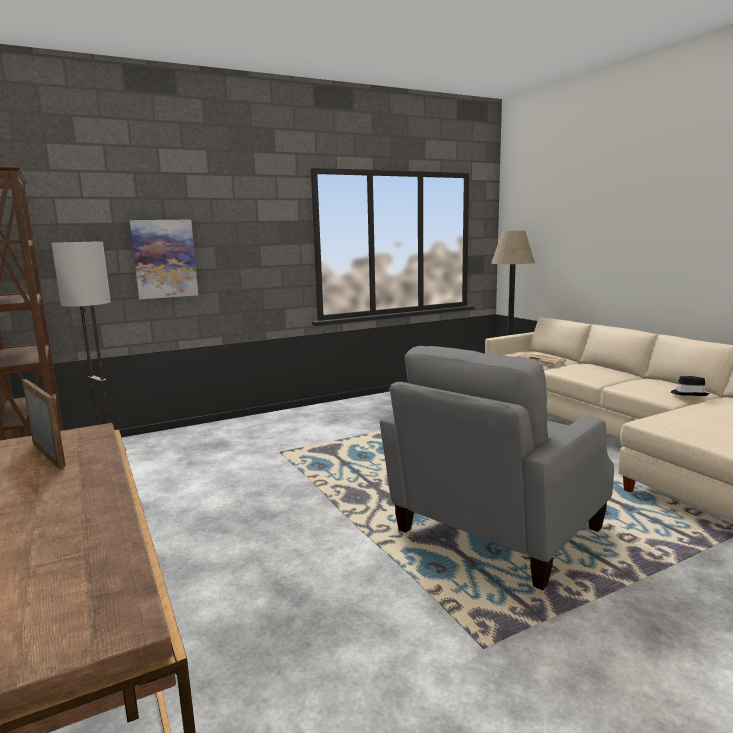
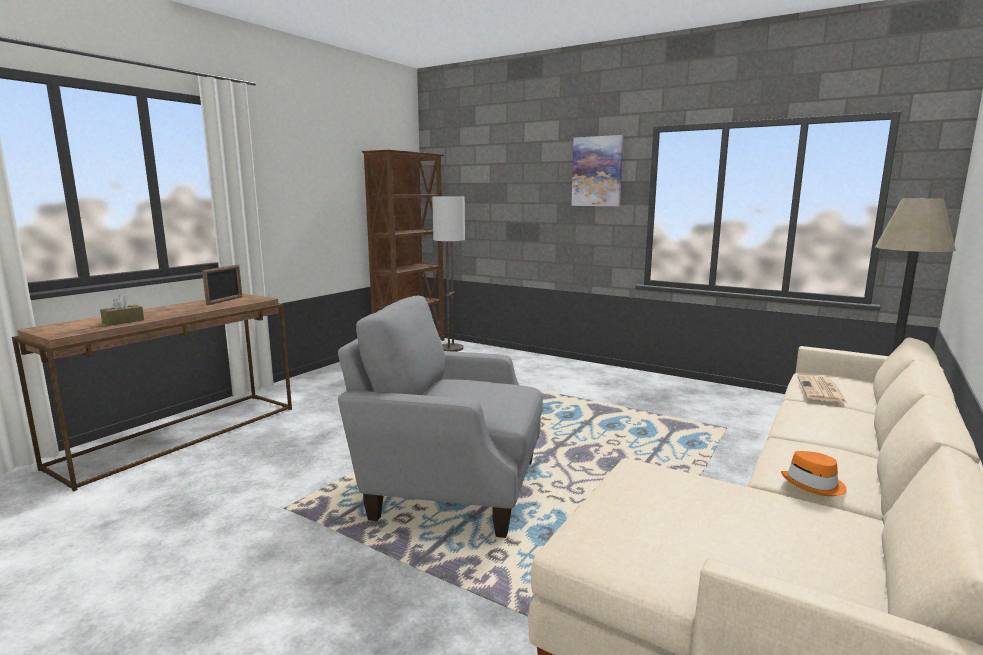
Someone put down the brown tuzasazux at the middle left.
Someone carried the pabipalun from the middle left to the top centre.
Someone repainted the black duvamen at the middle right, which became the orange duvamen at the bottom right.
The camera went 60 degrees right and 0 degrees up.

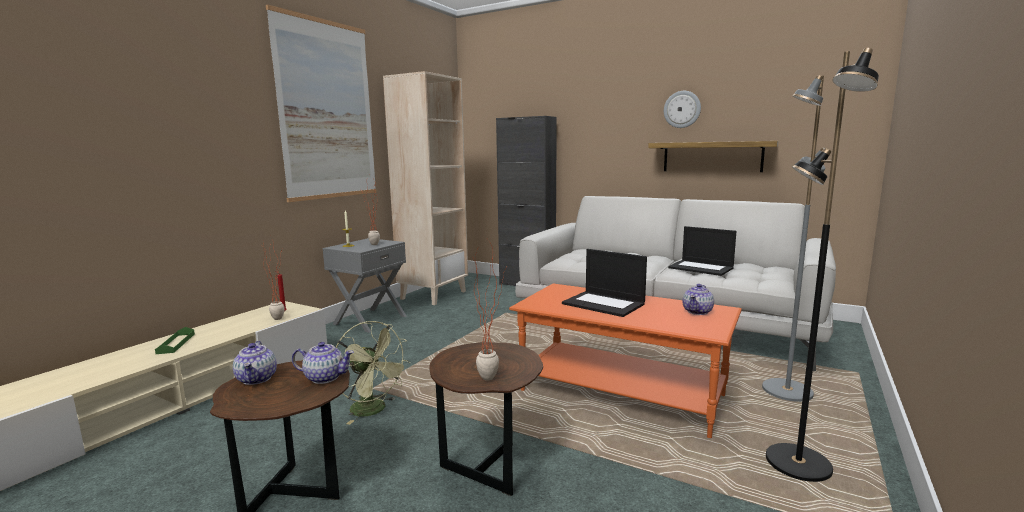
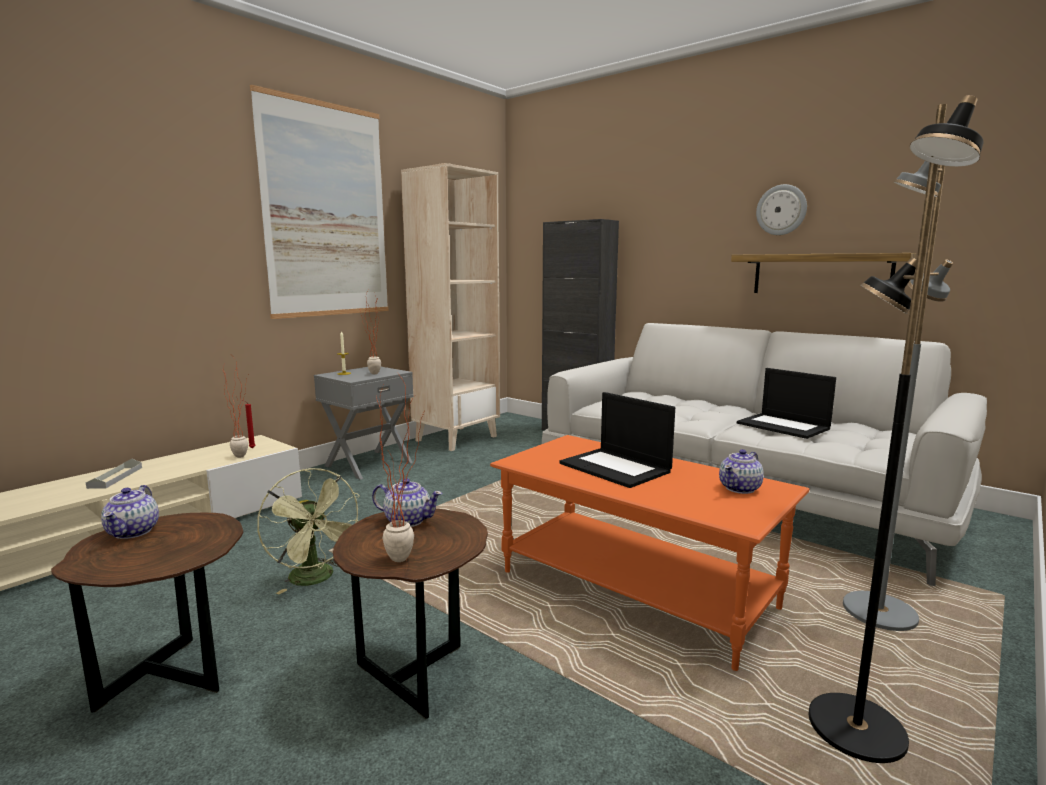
Someone repainted the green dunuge at the middle left, which became the grey dunuge at the middle left.
Someone carried the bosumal (2nd from left) from the bottom left to the centre.
The camera went 10 degrees right and 0 degrees up.

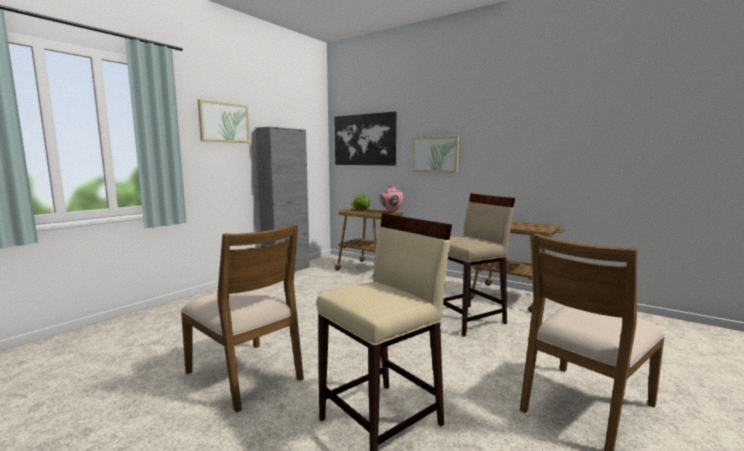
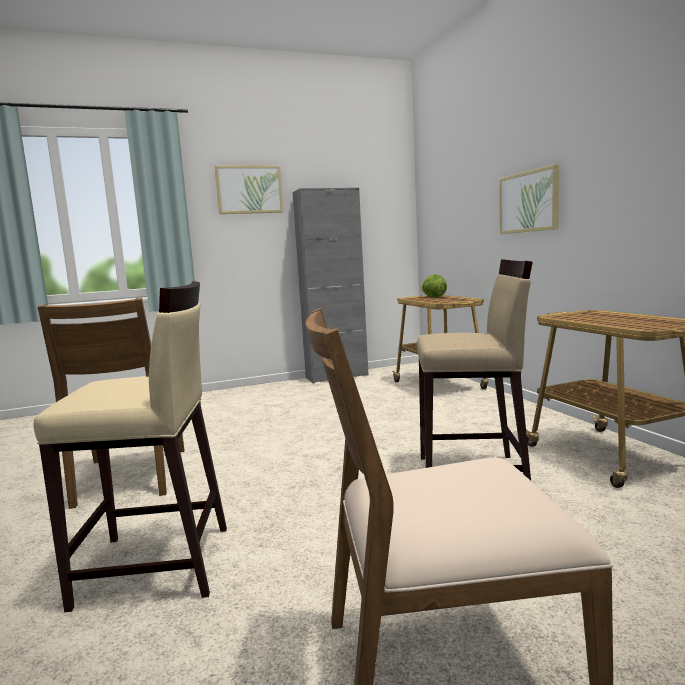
Someone took away the pabipalun (2nd from left) at the top centre.
Someone took away the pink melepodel at the centre.
The camera went 35 degrees right and 0 degrees up.

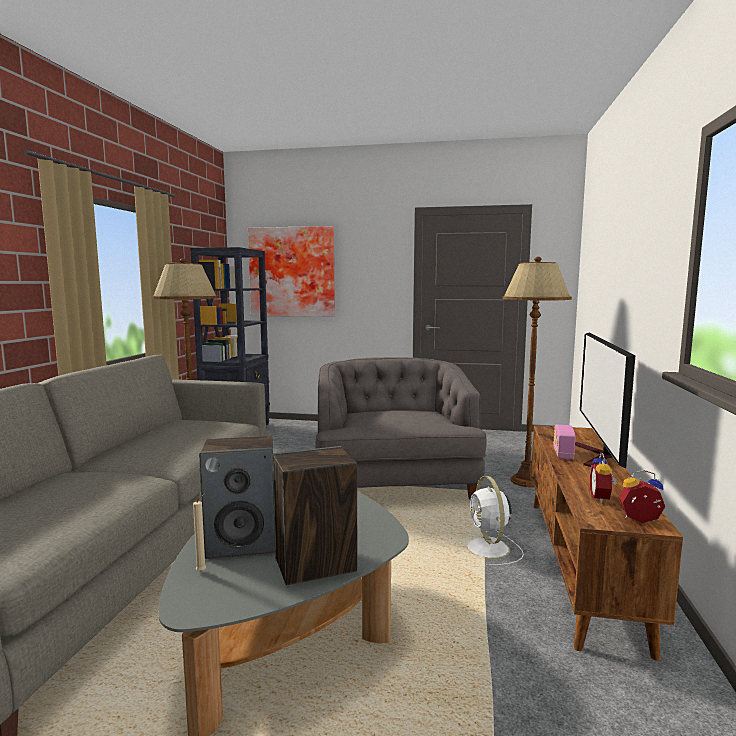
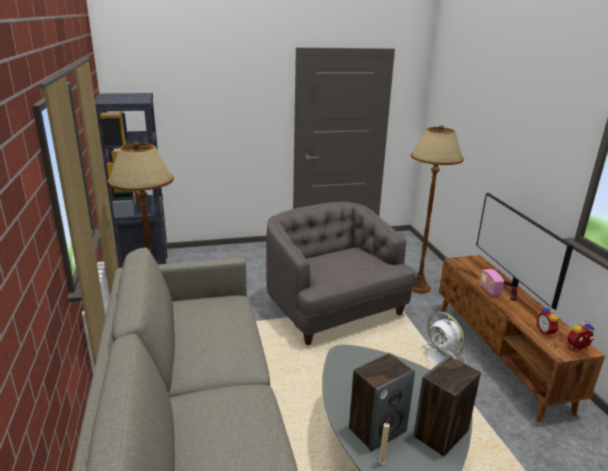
Someone took away the pabipalun at the centre.
The camera went 25 degrees left and 15 degrees up.

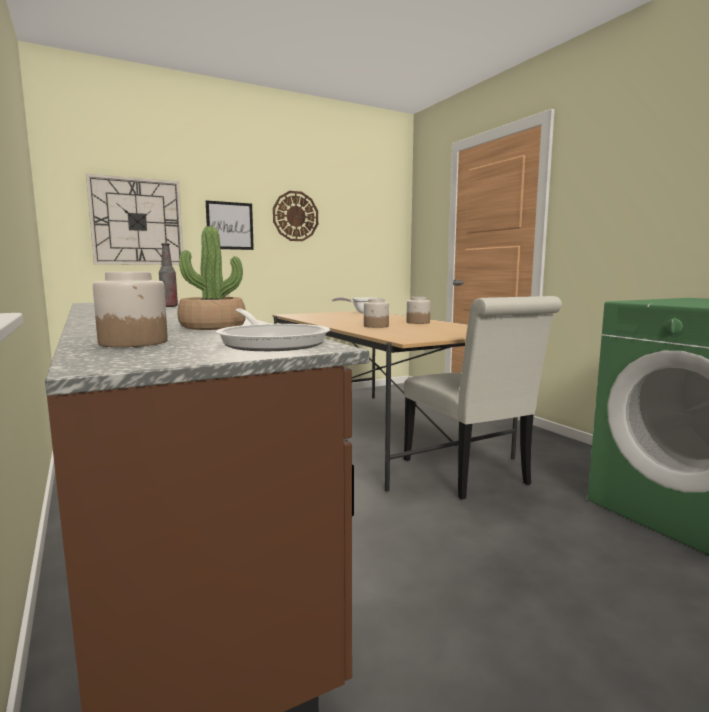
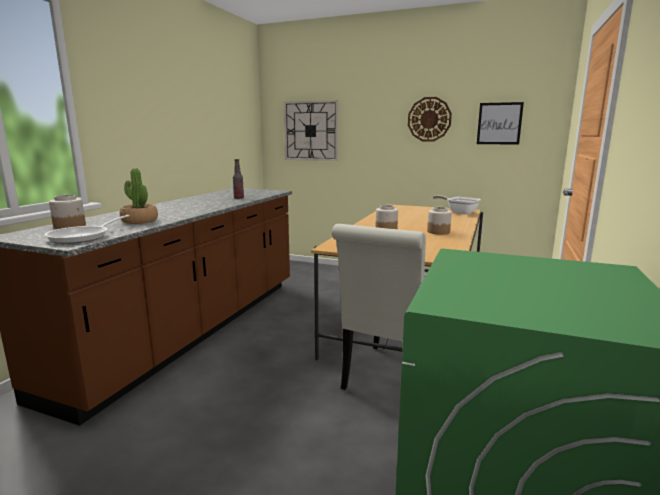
Someone carried the pabipalun from the top left to the top right.
The camera went 50 degrees right and 5 degrees up.

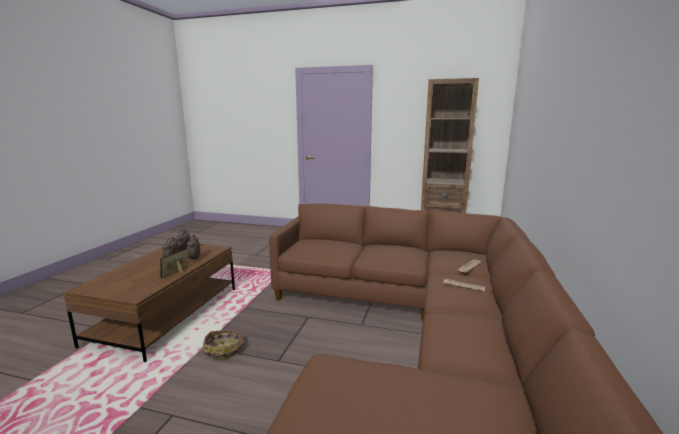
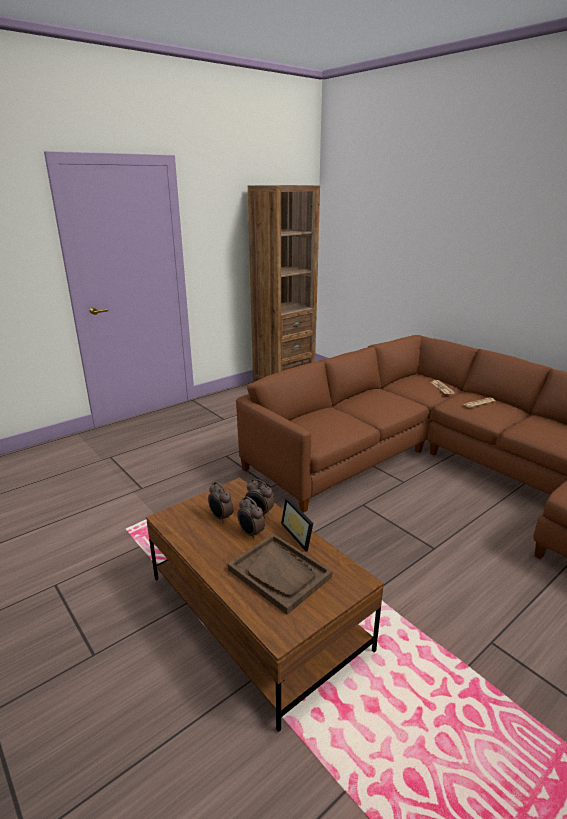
Someone put down the brown dunuge at the bottom centre.
Someone took away the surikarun at the bottom left.
The camera went 55 degrees left and 10 degrees up.

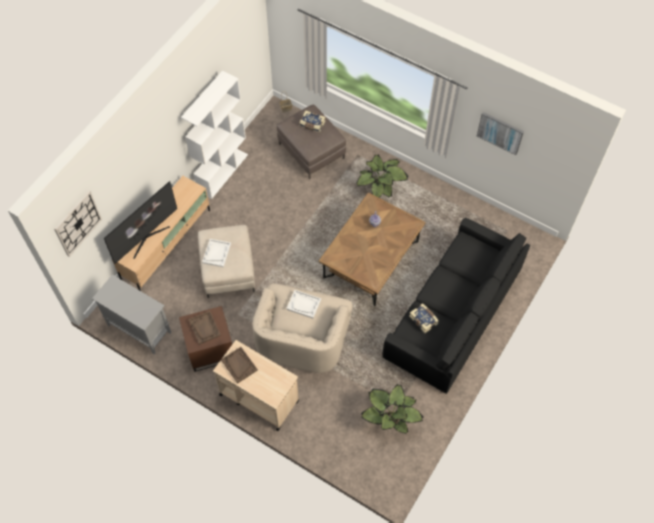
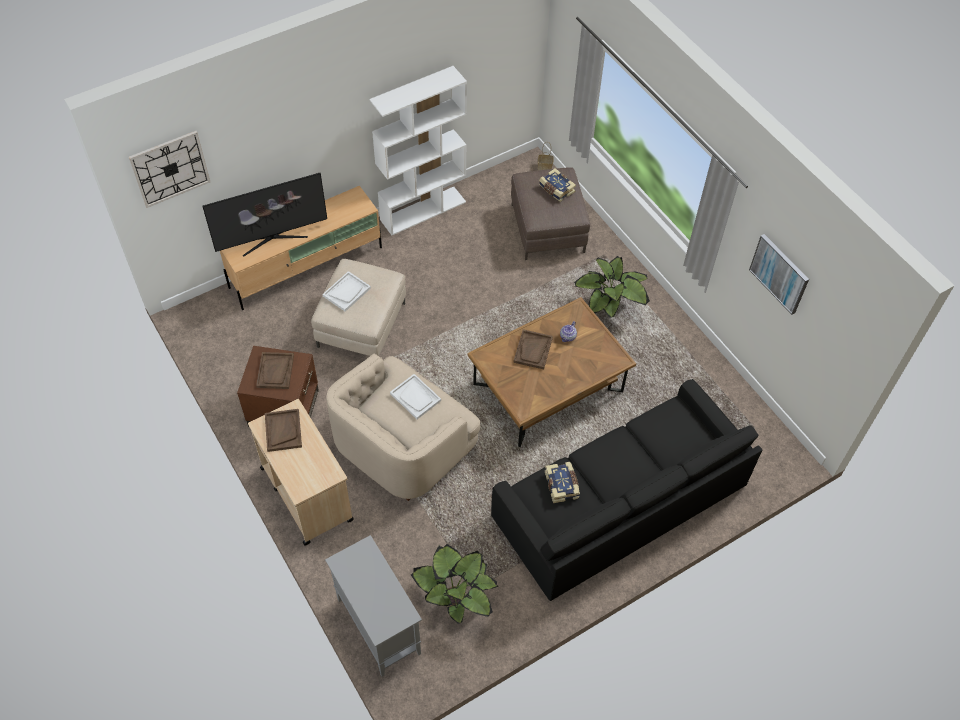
Someone carried the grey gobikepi from the middle left to the bottom centre.
Someone put down the brown dunuge (3rd from left) at the centre.
The camera went 25 degrees right and 5 degrees down.

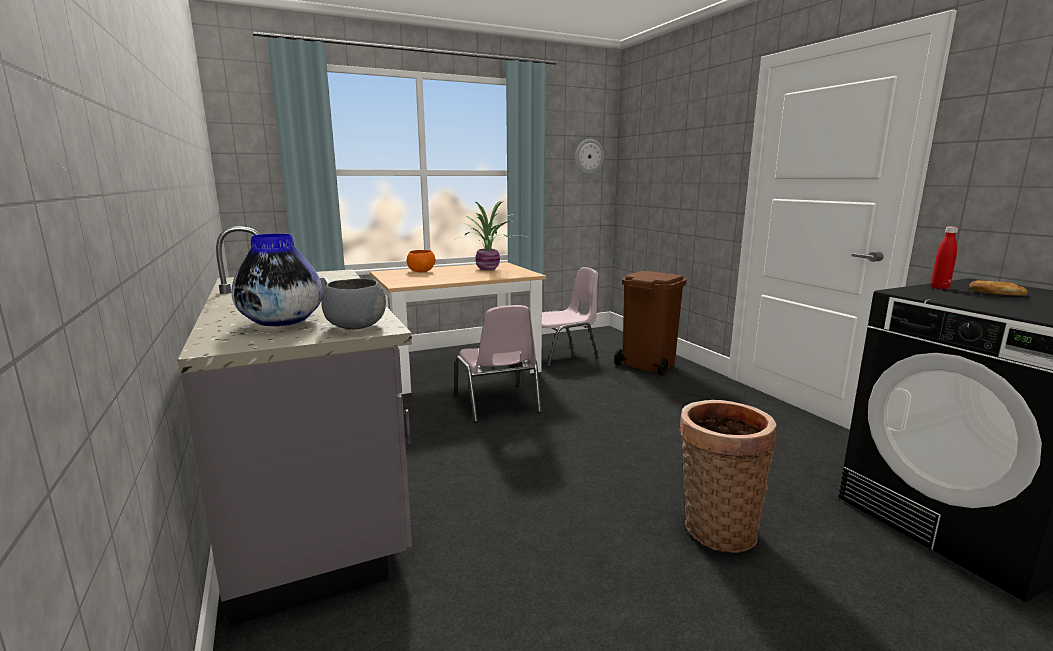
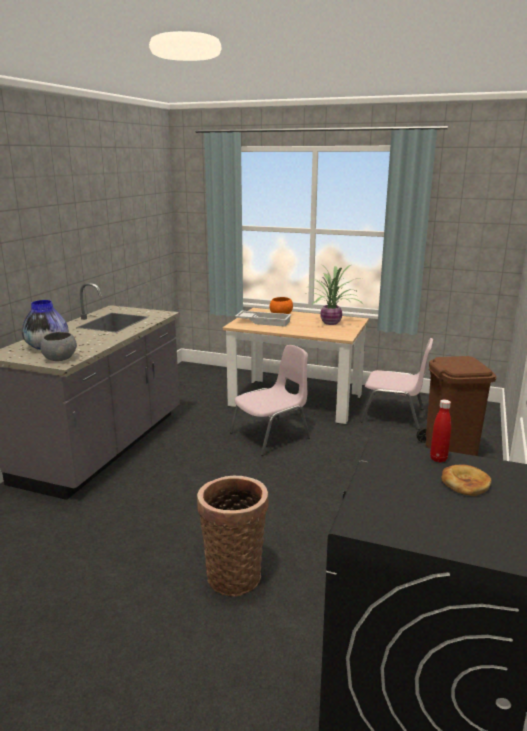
Someone rotated the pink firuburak (1st from left) at the centre by 150 degrees counterclockwise.
Someone put down the white dunuge at the centre.
Someone took away the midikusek at the top centre.
The camera went 45 degrees right and 5 degrees up.

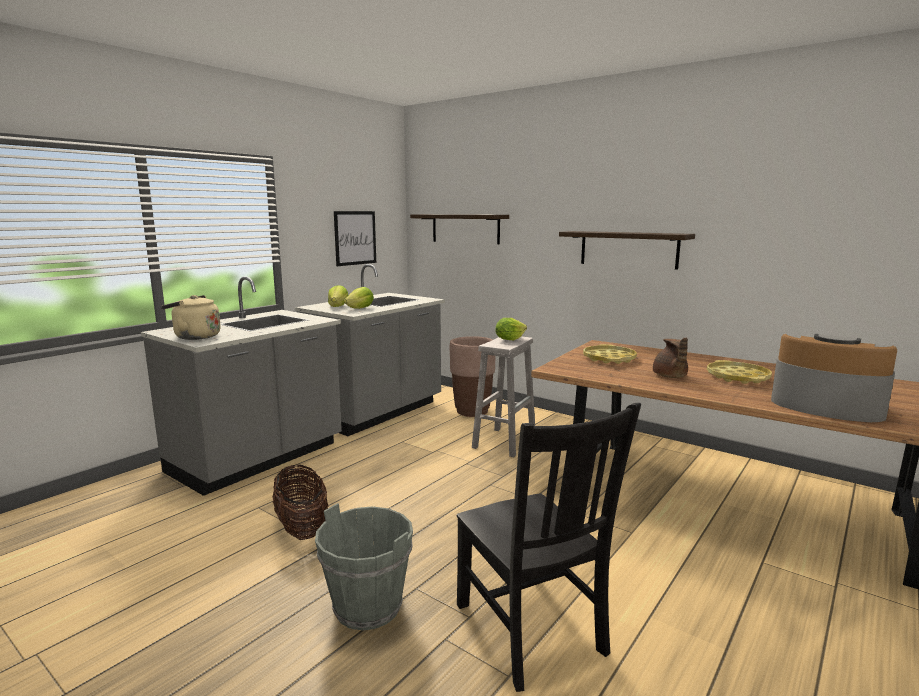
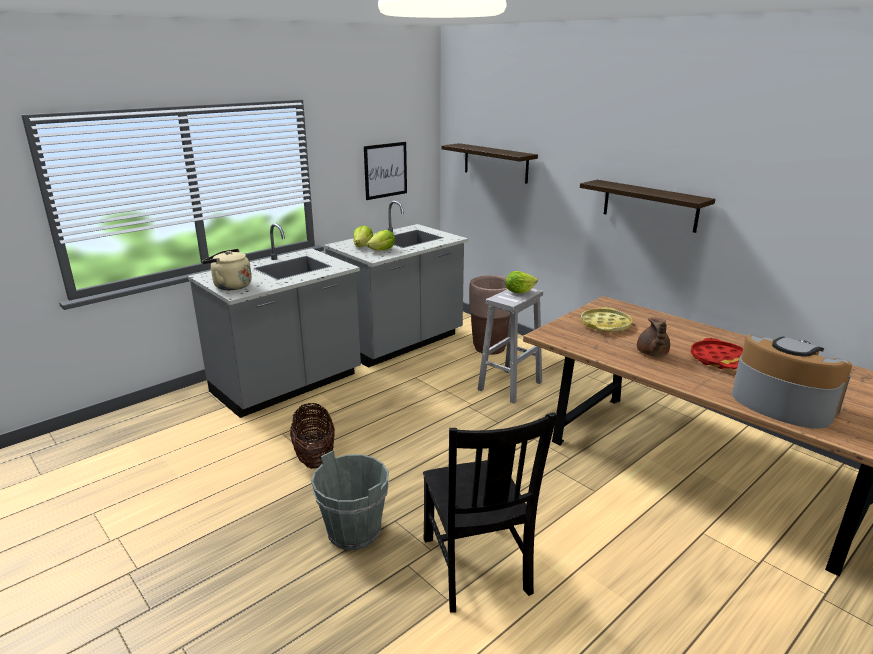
Someone repainted the yellow dunuge (2nd from left) at the middle right, which became the red dunuge at the middle right.
The camera went 10 degrees right and 10 degrees up.

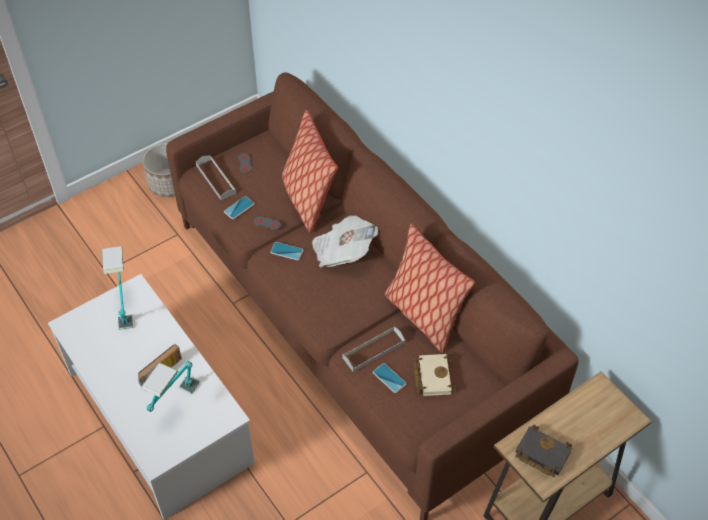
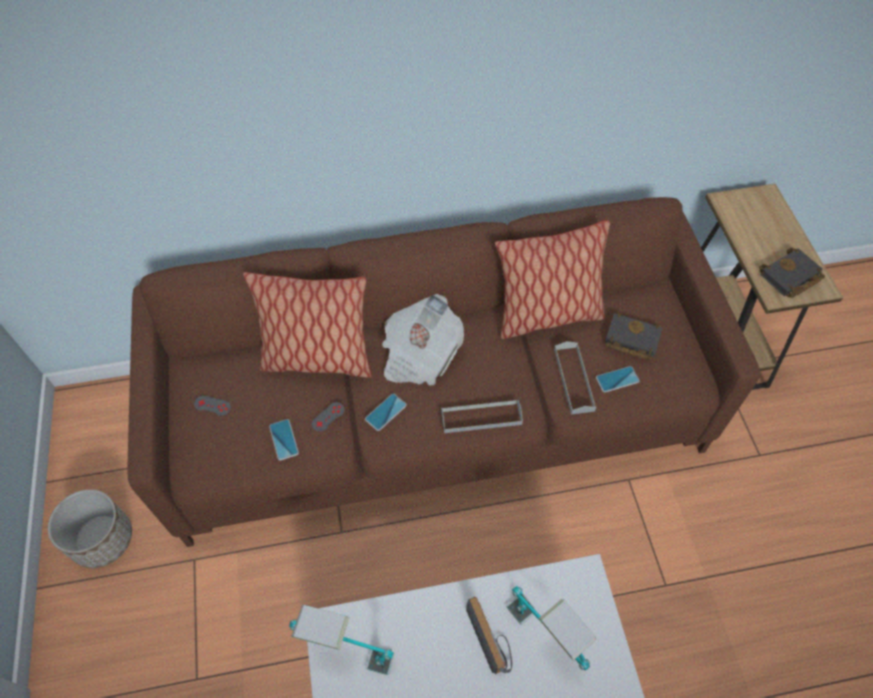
Someone carried the grey dunuge (1st from left) from the middle left to the centre.
Someone repainted the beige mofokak at the bottom centre, which became the black mofokak (1st from left) at the middle right.
The camera went 65 degrees left and 5 degrees up.

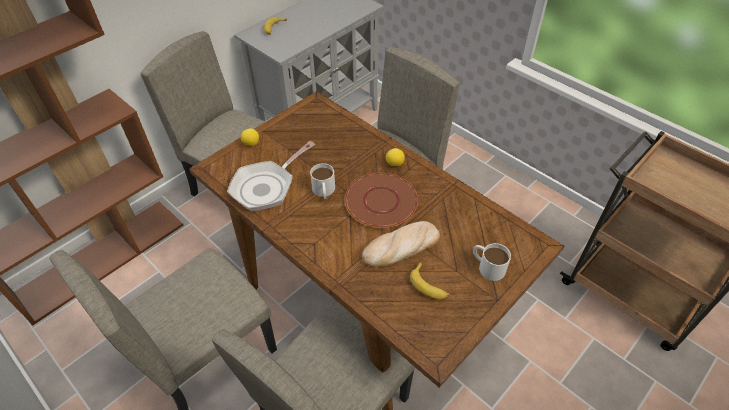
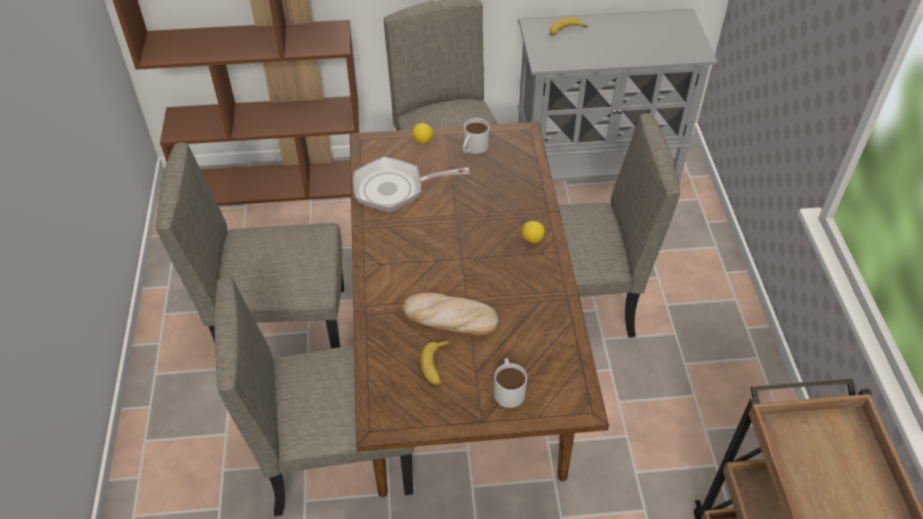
Someone carried the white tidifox (1st from left) from the centre to the top centre.
Someone took away the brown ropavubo at the centre.
The camera went 40 degrees right and 0 degrees up.

